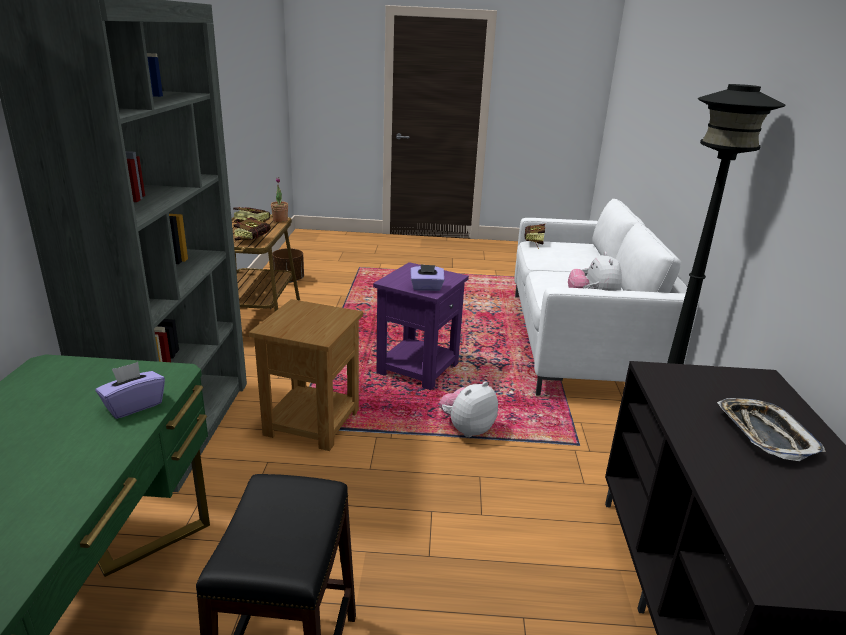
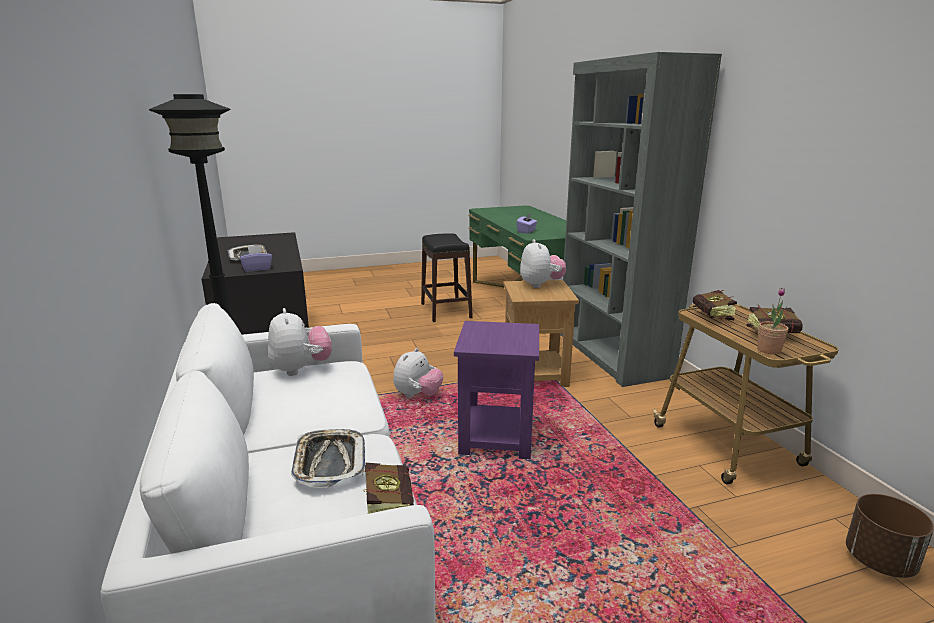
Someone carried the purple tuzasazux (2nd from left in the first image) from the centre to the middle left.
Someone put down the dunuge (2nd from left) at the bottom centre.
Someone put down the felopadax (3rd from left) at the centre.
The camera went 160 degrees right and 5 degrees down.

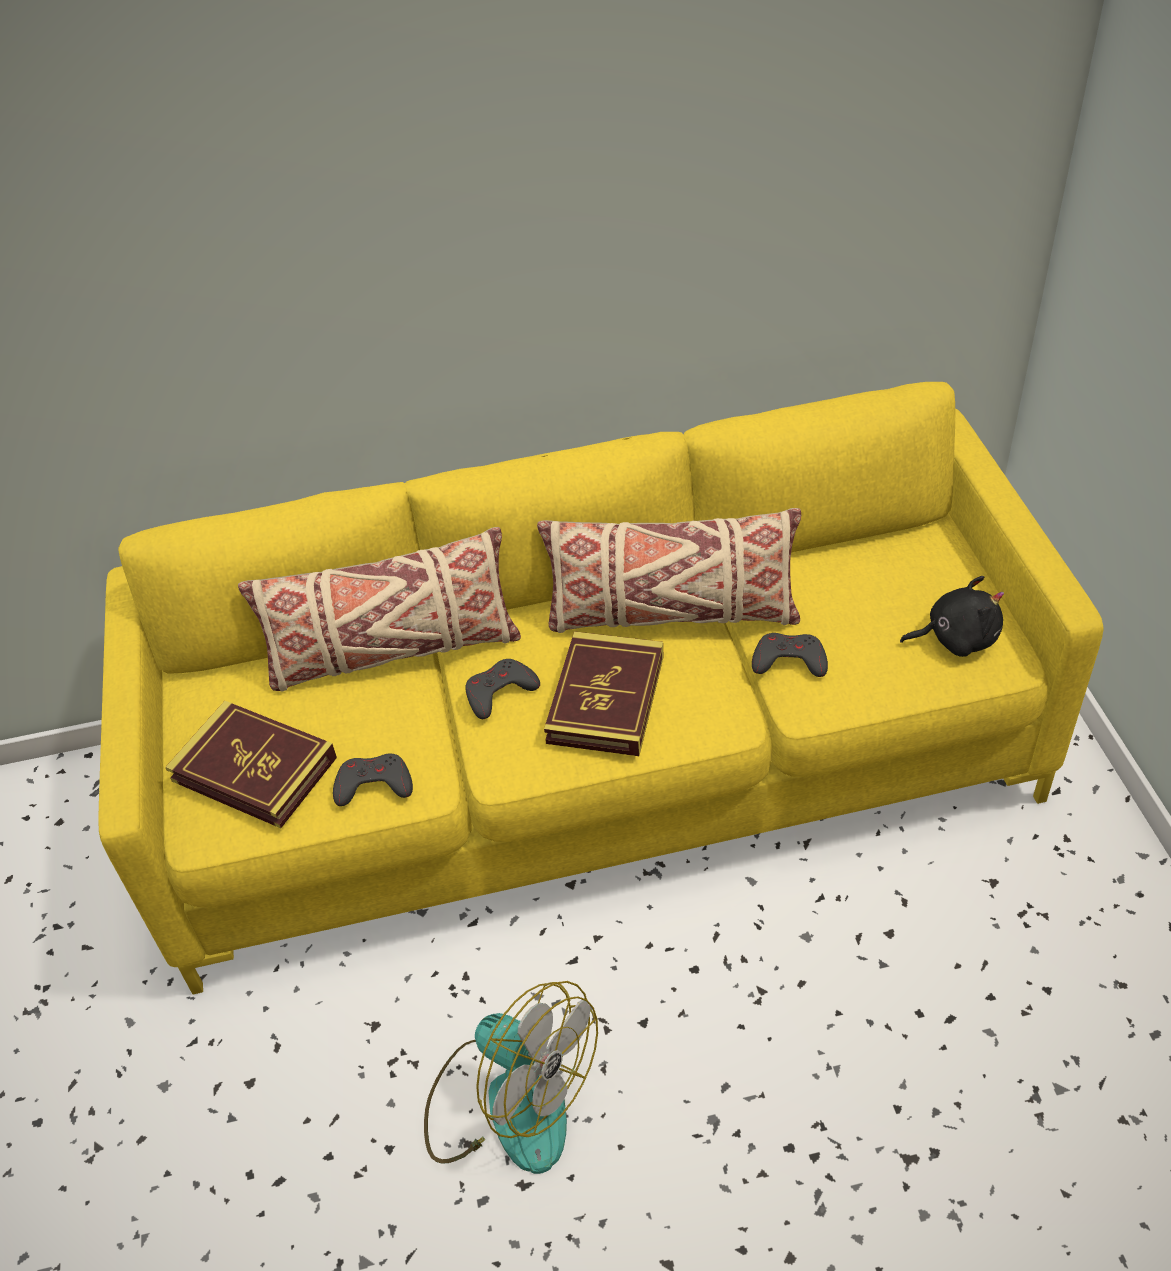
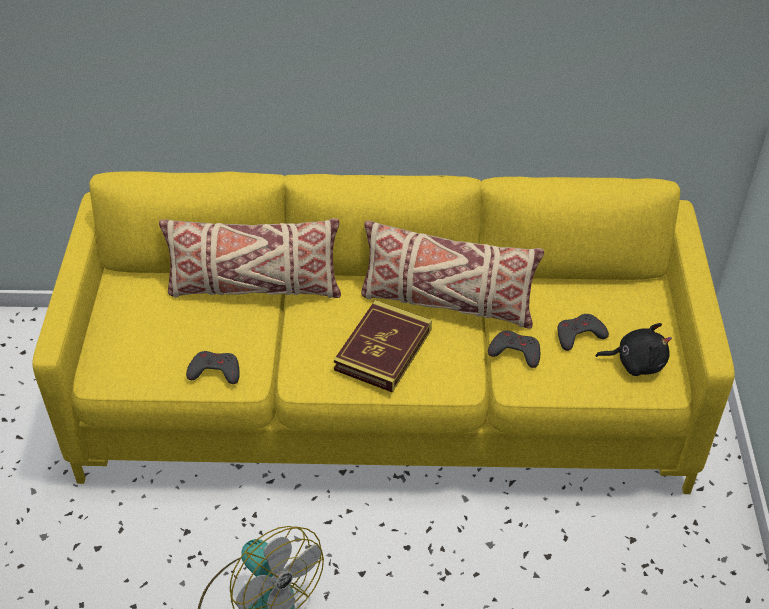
Someone carried the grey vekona (2nd from left in the first image) from the centre to the middle right.
Someone took away the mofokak (1st from left) at the middle left.
The camera went 10 degrees right and 0 degrees up.

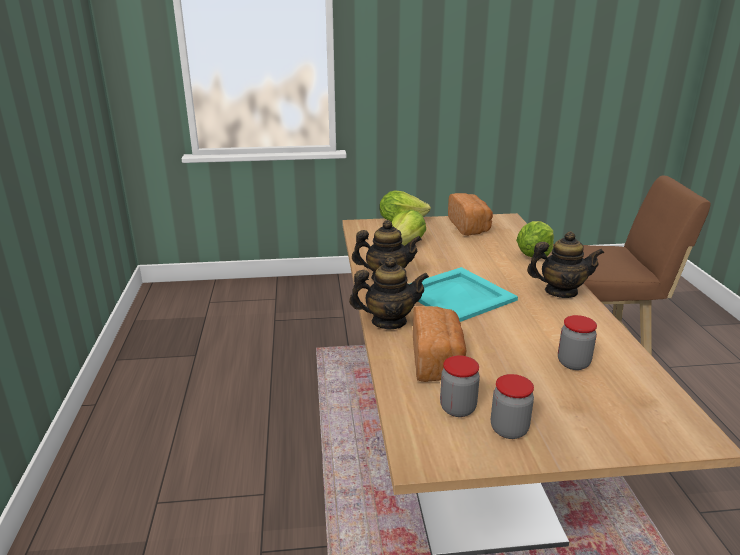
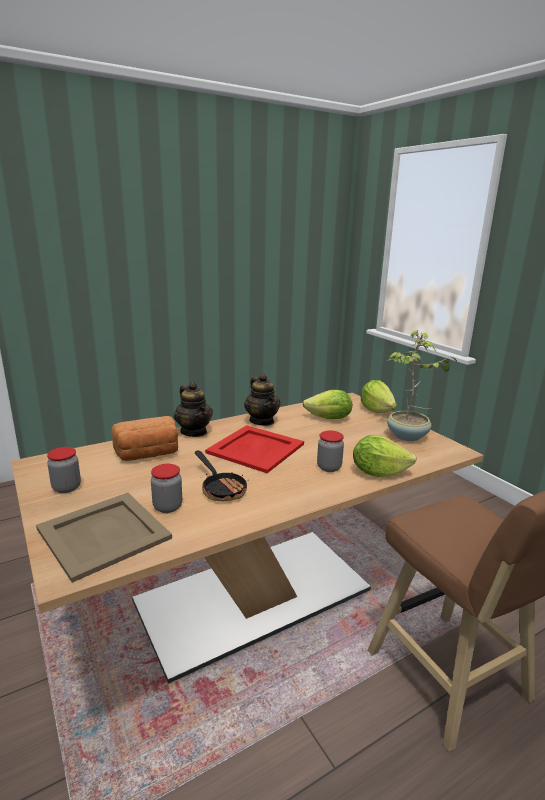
Someone put down the beige dunuge at the bottom left.
Someone put down the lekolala at the centre.
Someone repainted the turquoise dunuge at the centre, which became the red dunuge at the centre.
Someone carried the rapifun (1st from left in the first image) from the bottom centre to the centre.
Someone swapped the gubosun (2nd from left) at the centre for the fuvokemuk at the middle right.
Someone took away the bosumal (3rd from left) at the middle right.
The camera went 65 degrees right and 5 degrees down.

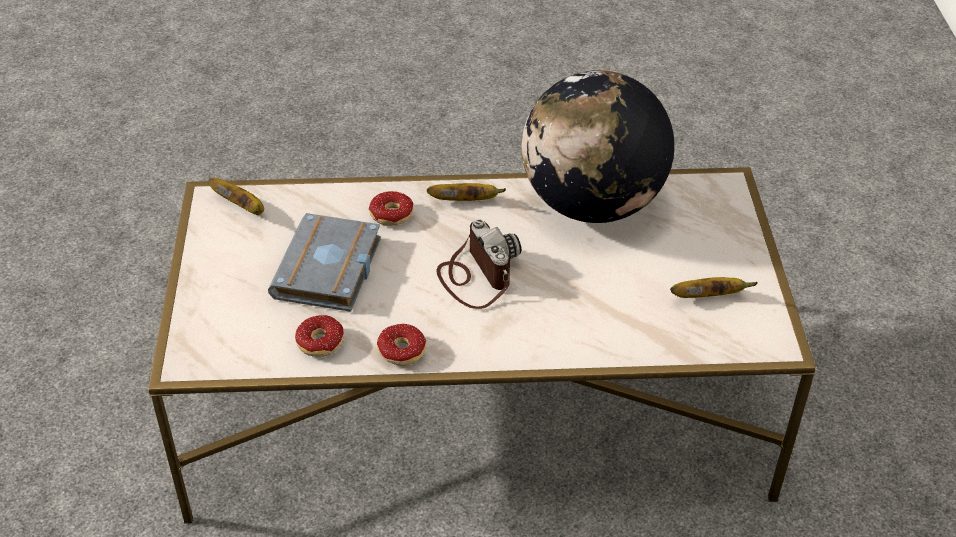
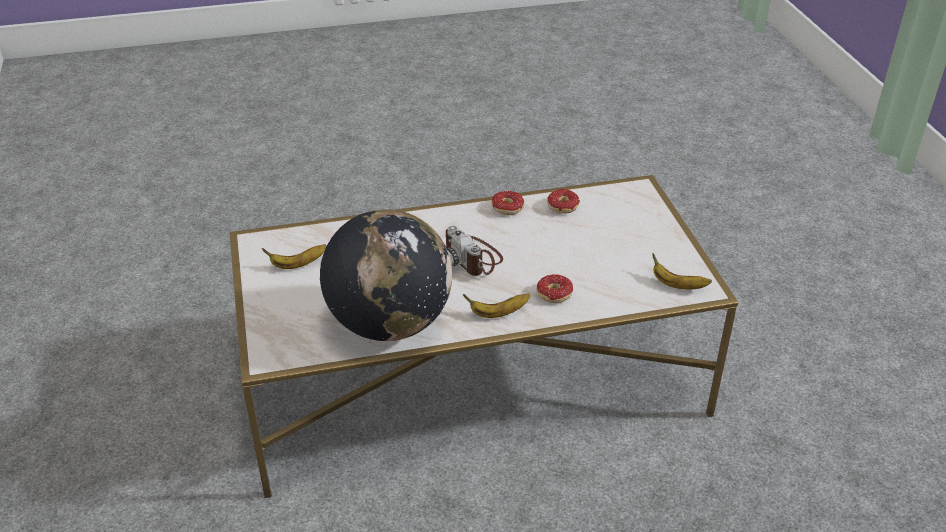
Someone took away the grey mofokak at the centre.
The camera went 170 degrees right and 5 degrees down.

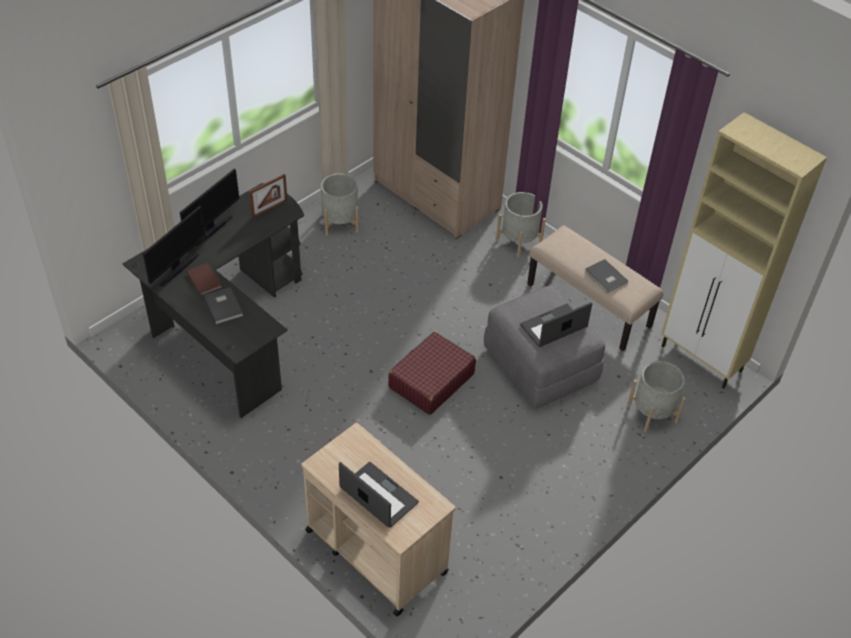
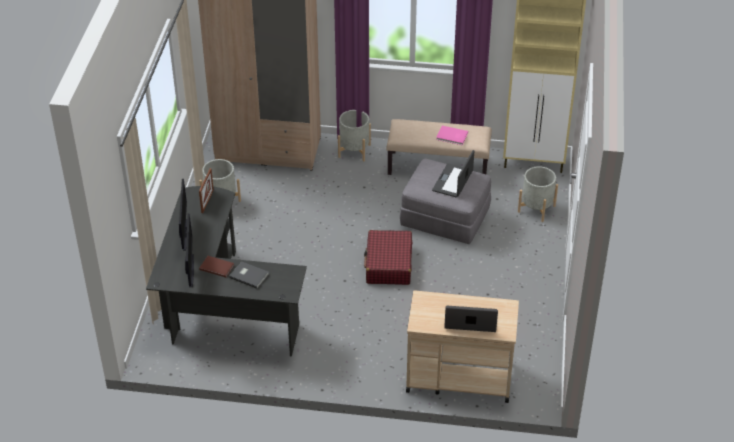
Someone repainted the grey mofokak (2nd from left) at the middle right, which became the pink mofokak at the top centre.
The camera went 35 degrees left and 5 degrees down.

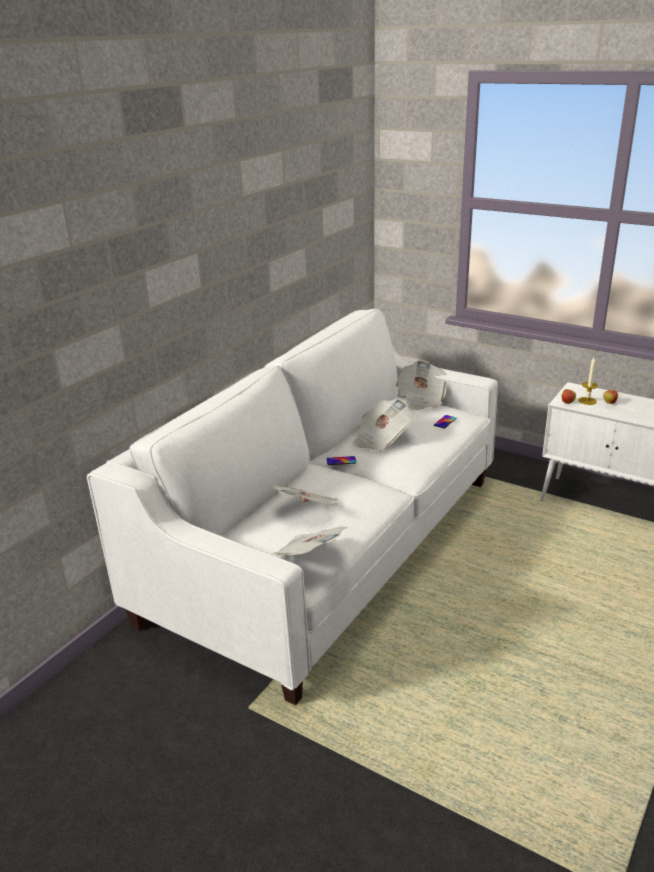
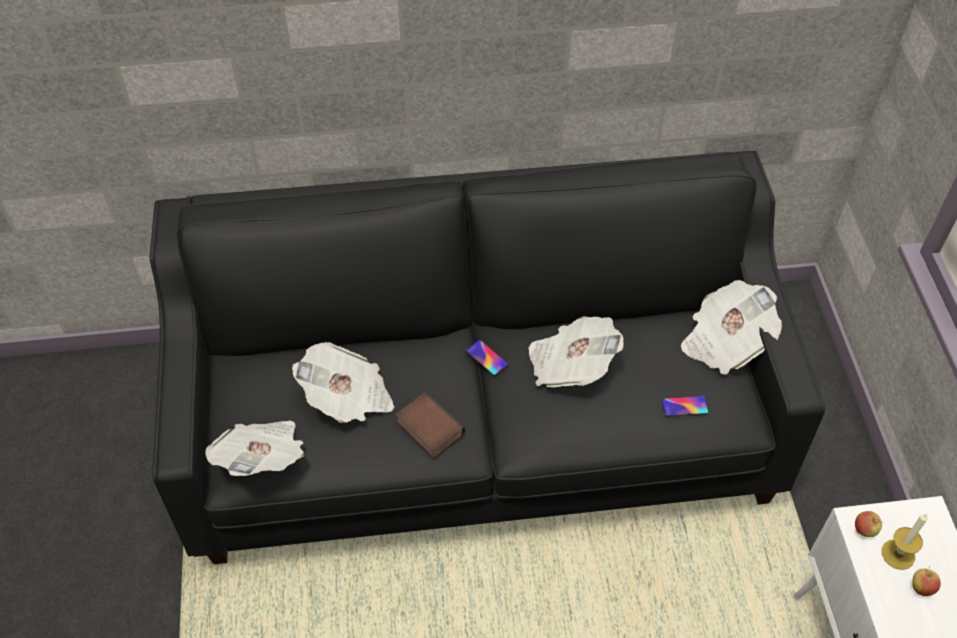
Someone repainted the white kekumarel at the centre, which became the black kekumarel at the centre.
Someone put down the mofokak at the centre.
The camera went 50 degrees right and 25 degrees up.

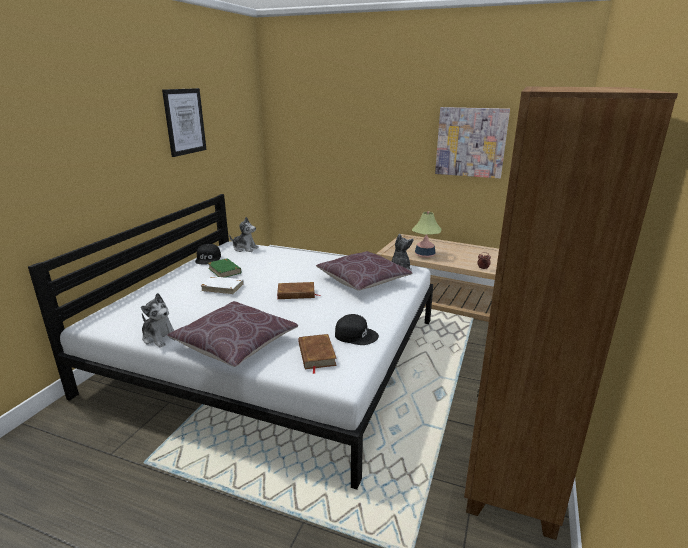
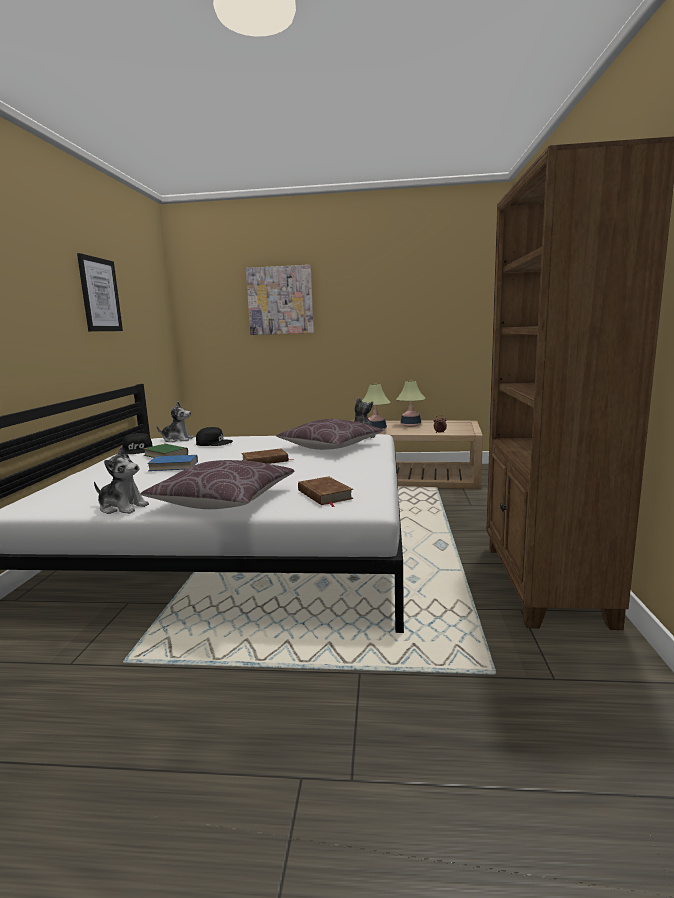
Someone repainted the white mofokak at the middle left, which became the blue mofokak at the middle left.
Someone carried the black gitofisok (2nd from left) from the centre to the middle left.
Someone carried the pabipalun (2nd from left) from the top right to the centre.
Someone put down the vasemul (2nd from left) at the centre.
The camera went 15 degrees left and 10 degrees down.

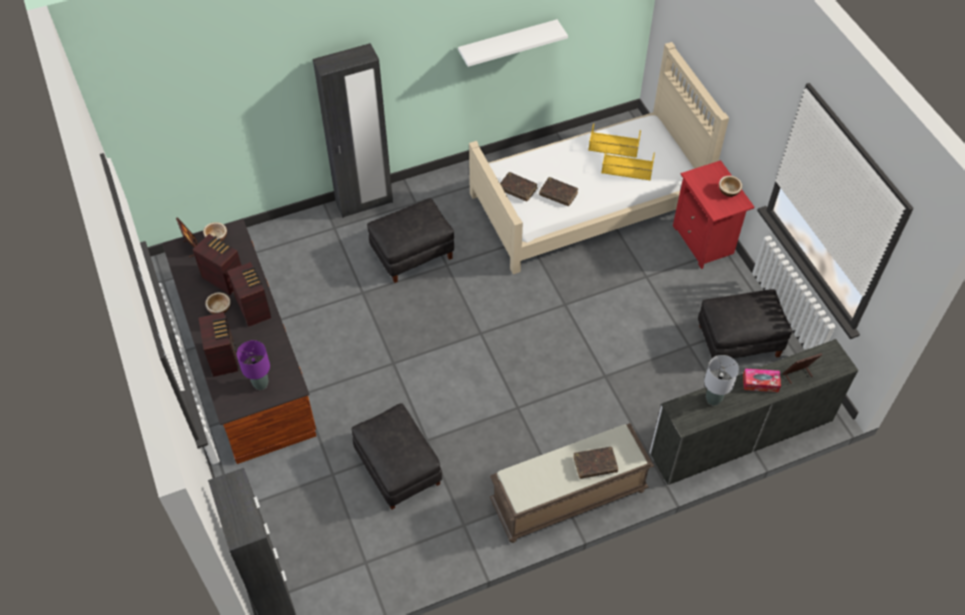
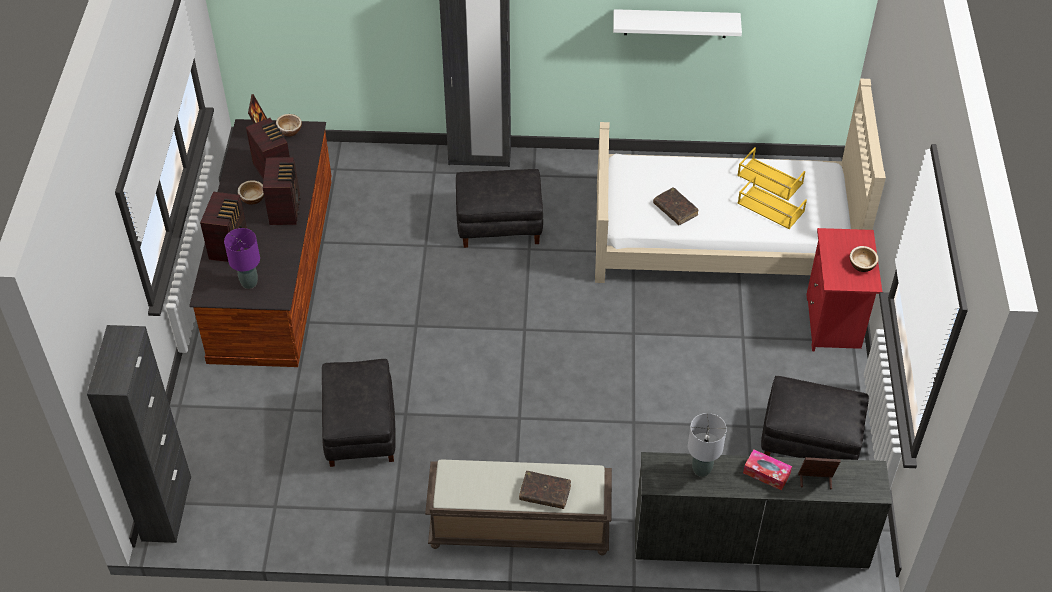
Someone took away the brown mofokak (1st from left) at the top centre.
The camera went 25 degrees right and 5 degrees down.

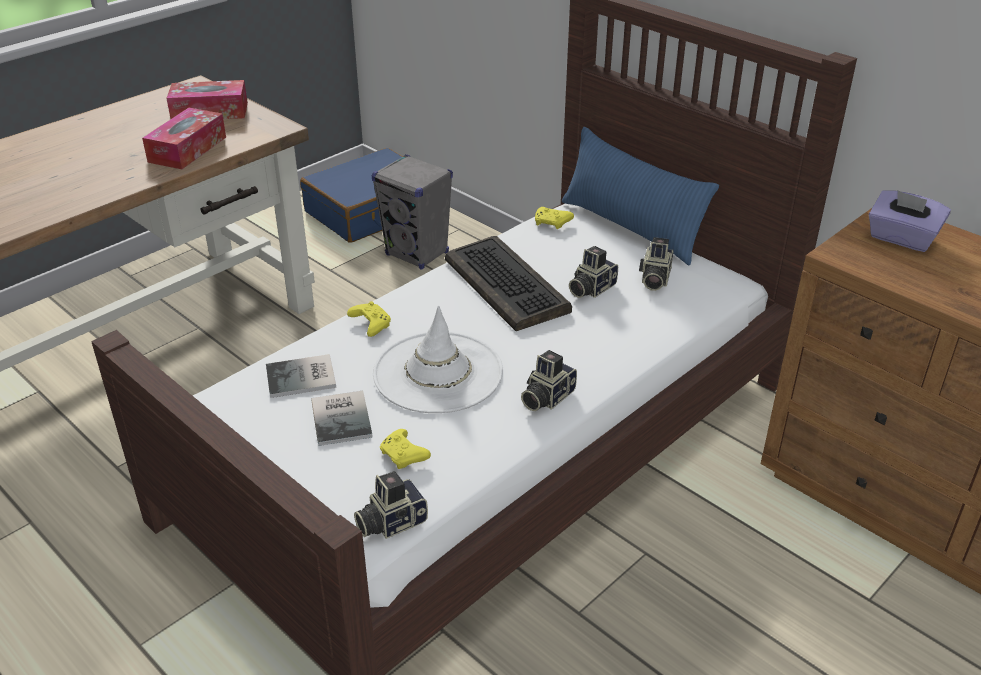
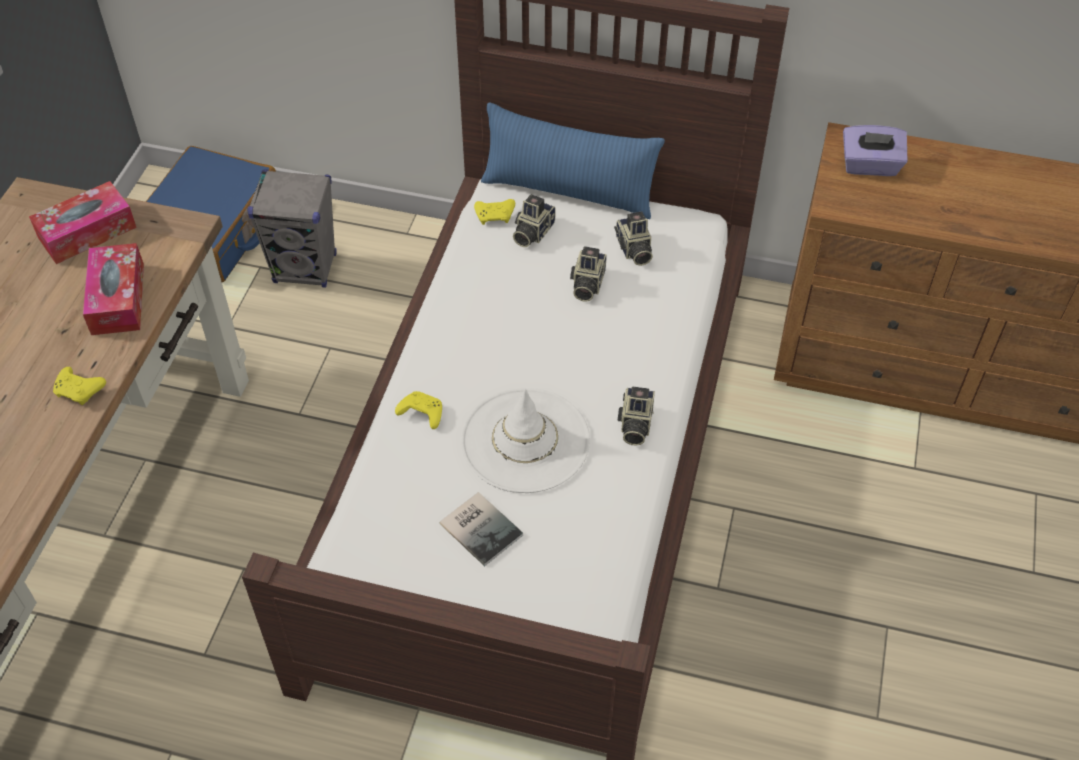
Someone carried the yellow vekona (2nd from left in the first image) from the centre to the middle left.
Someone carried the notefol (1st from left) from the bottom centre to the top centre.
Someone took away the mofokak (1st from left) at the middle left.
Someone took away the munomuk at the centre.
The camera went 30 degrees left and 15 degrees up.

